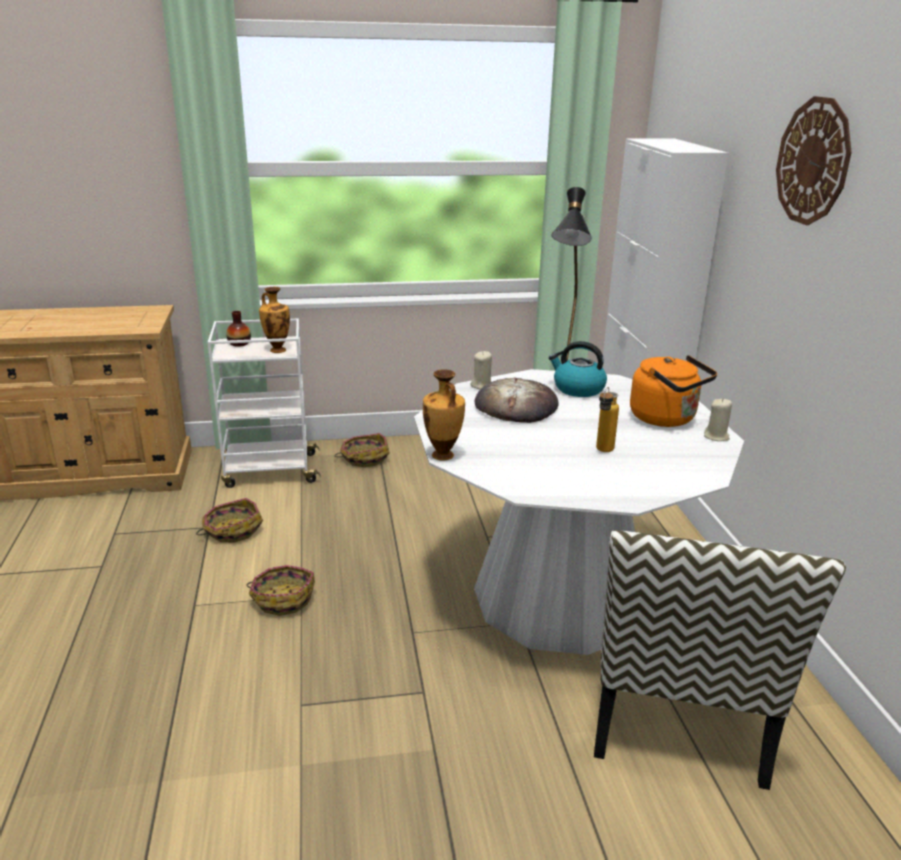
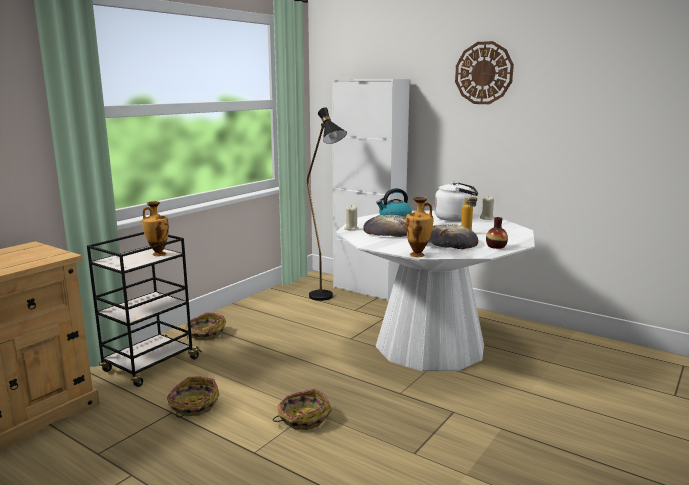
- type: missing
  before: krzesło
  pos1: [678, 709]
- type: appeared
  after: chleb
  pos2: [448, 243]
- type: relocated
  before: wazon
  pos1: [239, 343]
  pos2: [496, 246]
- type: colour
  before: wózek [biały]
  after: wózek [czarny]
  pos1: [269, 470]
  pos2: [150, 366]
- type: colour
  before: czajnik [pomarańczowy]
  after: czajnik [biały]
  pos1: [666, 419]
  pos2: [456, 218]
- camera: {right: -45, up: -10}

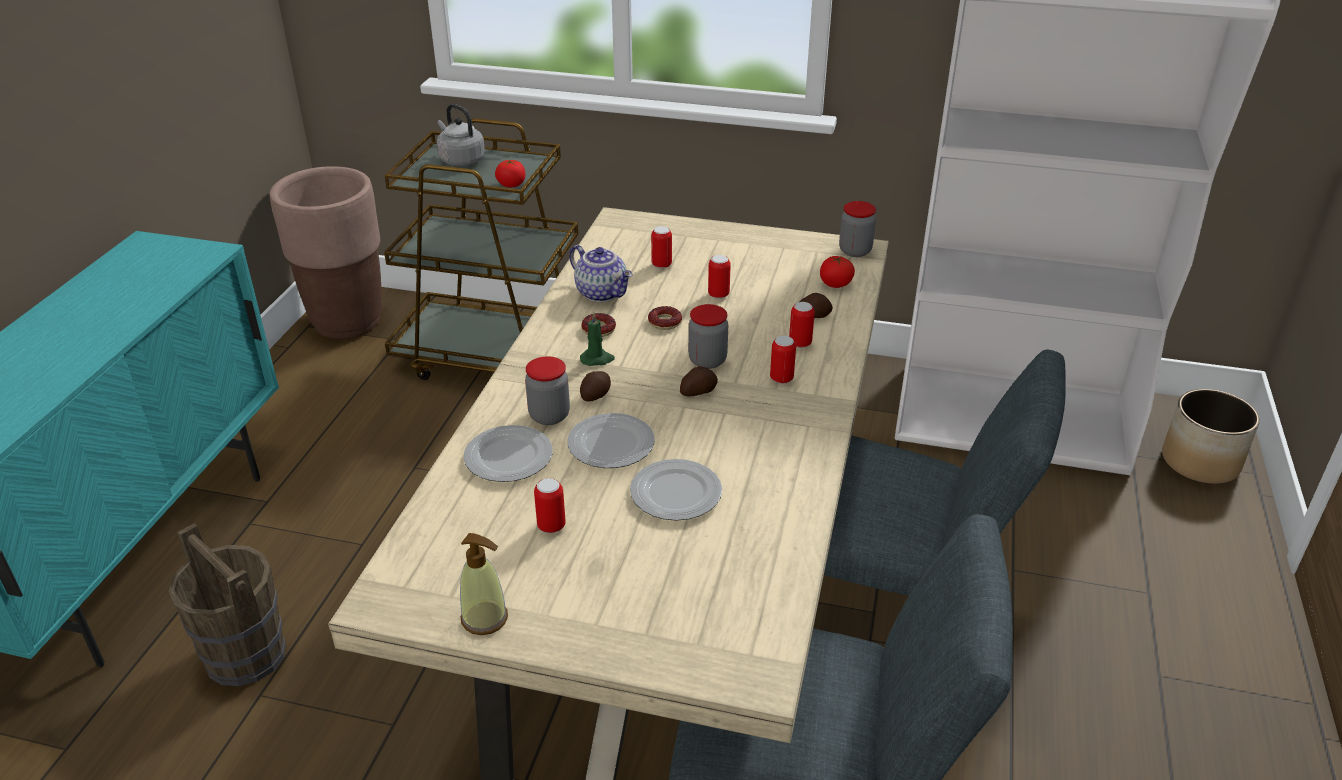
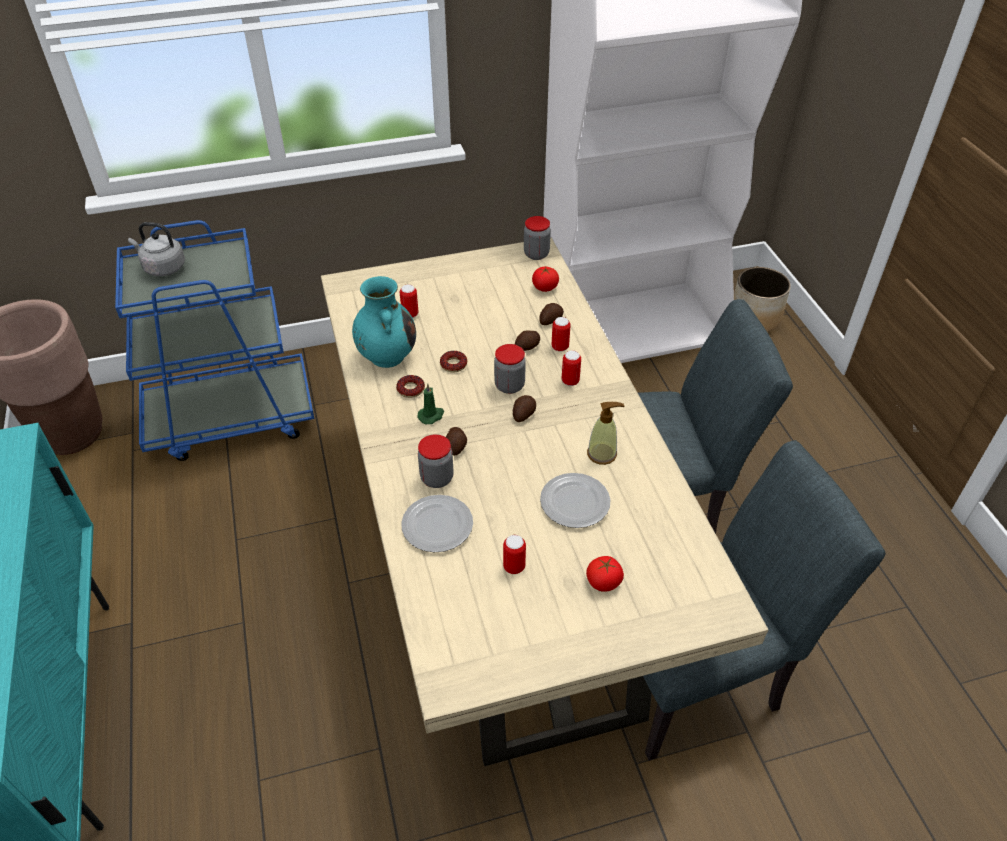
- type: missing
  before: wiadro [brązowy]
  pos1: [245, 654]
- type: missing
  before: talerz
  pos1: [610, 445]
- type: missing
  before: puszka
  pos1: [718, 295]
- type: appeared
  after: ziemniak
  pos2: [528, 347]
- type: relocated
  before: dozownik mydła
  pos1: [485, 618]
  pos2: [602, 454]
- type: relocated
  before: pomidor
  pos1: [511, 185]
  pos2: [603, 582]
- type: exchanged
  before: imbryk
  after: wazon [turkusowy]
  pos1: [603, 293]
  pos2: [387, 355]
- type: colour
  before: wózek [brązowy]
  after: wózek [niebieski]
  pos1: [497, 358]
  pos2: [232, 417]
- camera: {right: -30, up: 10}

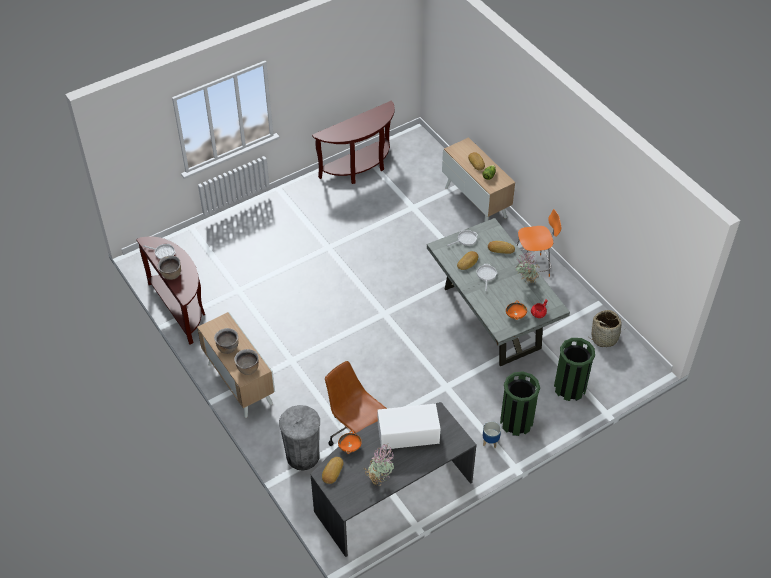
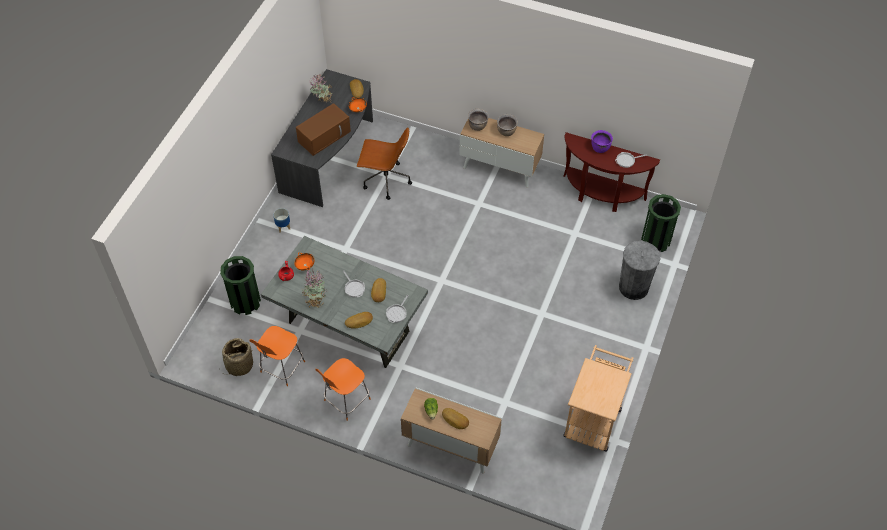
- type: appeared
  after: krzesło [pomarańczowy]
  pos2: [281, 368]
- type: relocated
  before: kosz na śmieci [szary]
  pos1: [303, 456]
  pos2: [633, 287]
- type: relocated
  before: kosz na śmieci [zielony]
  pos1: [516, 422]
  pos2: [655, 241]
- type: exchanged
  before: stolik konsolowy [brązowy]
  after: wózek [beżowy]
  pos1: [360, 168]
  pos2: [594, 417]
- type: colour
  before: garnek [brązowy]
  after: garnek [fioletowy]
  pos1: [171, 275]
  pos2: [600, 148]
- type: colour
  before: mikrofalówka [biały]
  after: mikrofalówka [brązowy]
  pos1: [407, 434]
  pos2: [324, 136]
- camera: {right: 145, up: 5}

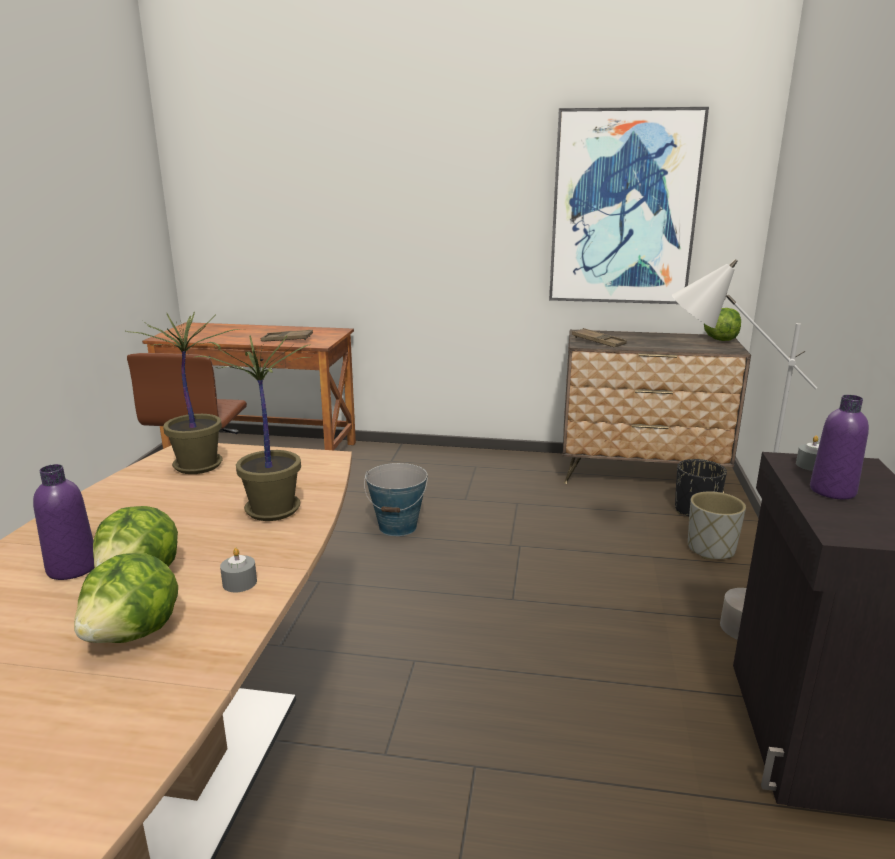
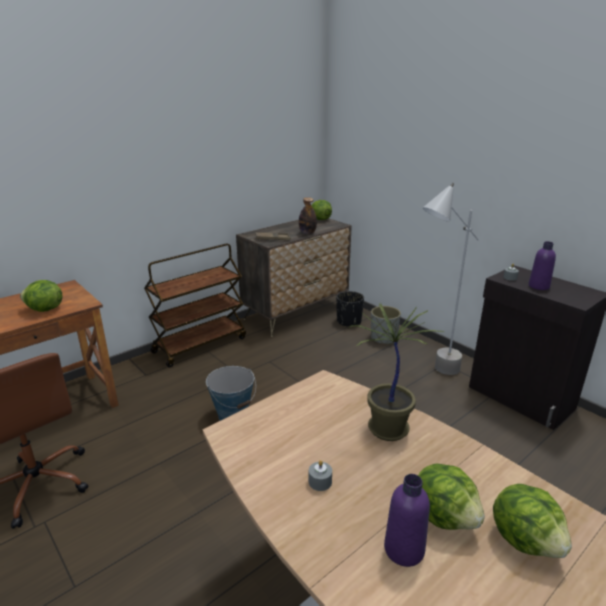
- type: missing
  before: roślina doniczkowa
  pos1: [200, 466]
- type: missing
  before: obraz
  pos1: [623, 208]
- type: appeared
  after: wózek [brązowy]
  pos2: [200, 344]
- type: appeared
  after: butelka
  pos2: [307, 233]
- type: relocated
  before: świeca [szary]
  pos1: [239, 583]
  pos2: [320, 481]
- type: exchanged
  before: taca [brązowy]
  after: sałata
  pos1: [287, 340]
  pos2: [44, 310]
- camera: {right: -50, up: 5}

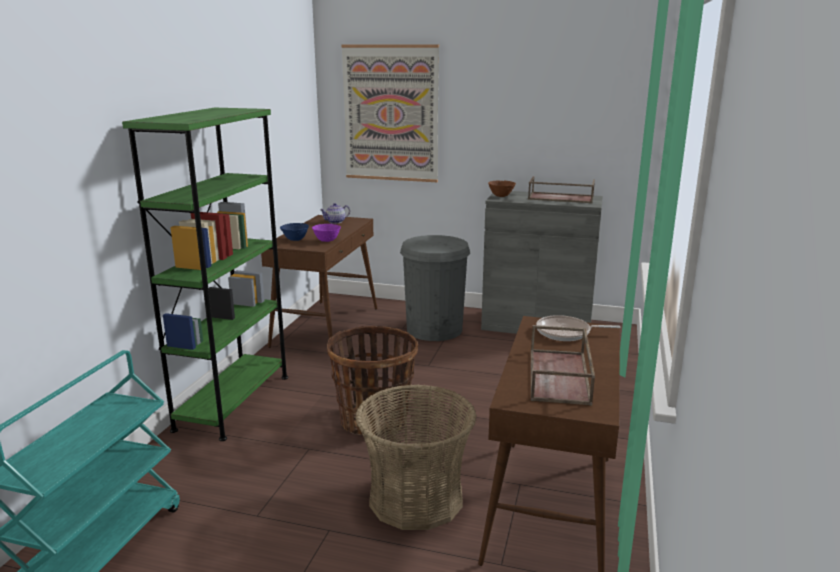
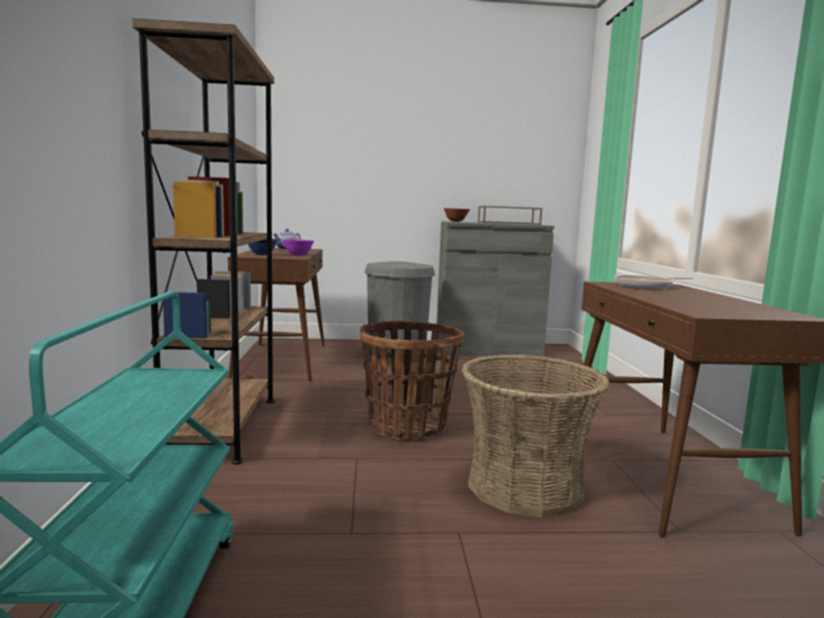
- type: missing
  before: obraz
  pos1: [391, 114]
- type: missing
  before: taca [brązowy]
  pos1: [560, 376]
- type: colour
  before: regał [zielony]
  after: regał [brązowy]
  pos1: [233, 402]
  pos2: [223, 427]
- camera: {right: -20, up: -10}

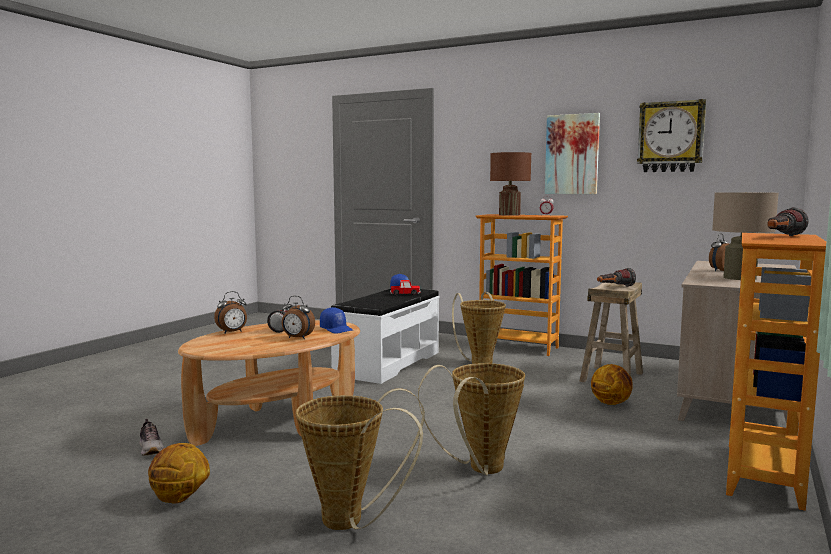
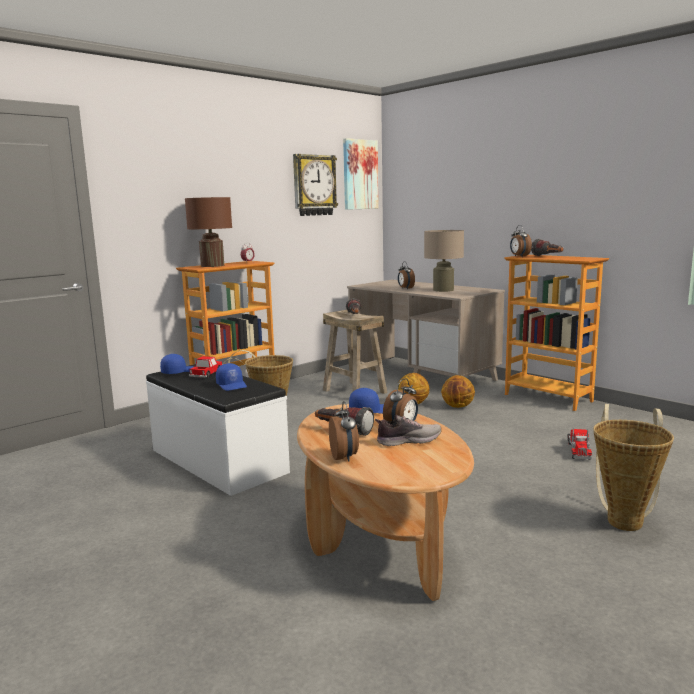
- type: missing
  before: koszyk
  pos1: [480, 470]
- type: appeared
  after: czapka z daszkiem [niebieski]
  pos2: [232, 385]
- type: appeared
  after: budzik
  pos2: [519, 256]
- type: appeared
  after: ciężarówka zabawkowa
  pos2: [578, 449]
- type: relocated
  before: but
  pos1: [151, 449]
  pos2: [408, 441]
- type: relocated
  before: piłka do koszykówki
  pos1: [179, 499]
  pos2: [457, 406]
- type: relocated
  before: obraz
  pos1: [572, 154]
  pos2: [360, 174]
- camera: {right: -70, up: 5}

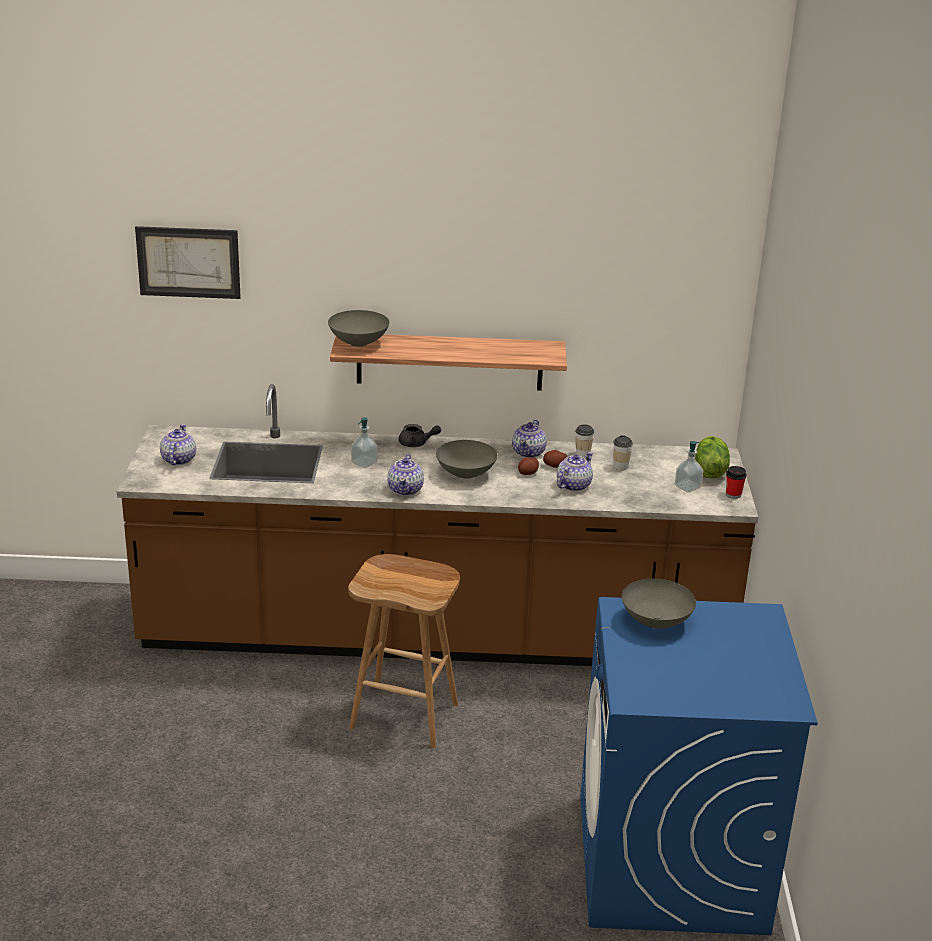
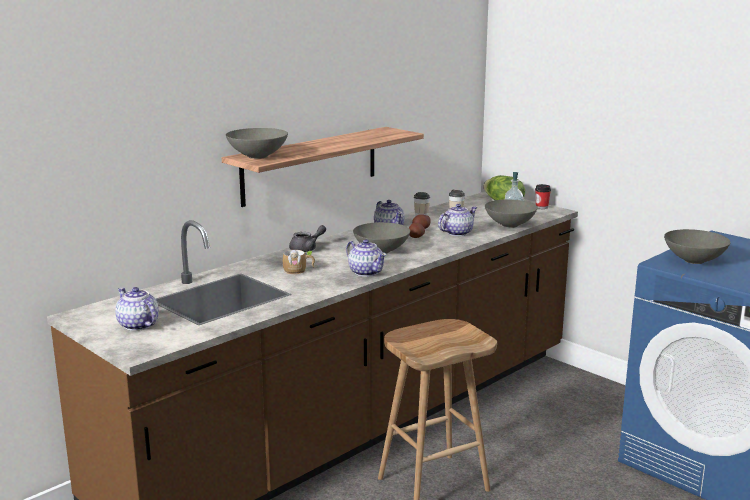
- type: missing
  before: obraz
  pos1: [188, 262]
- type: appeared
  after: miska [szary]
  pos2: [510, 225]
- type: exchanged
  before: dozownik mydła
  after: kubek
  pos1: [364, 463]
  pos2: [299, 271]
- type: spun
  before: imbryk
  pos1: [573, 485]
  pos2: [456, 233]
  turn: 60
- camera: {right: -45, up: -10}

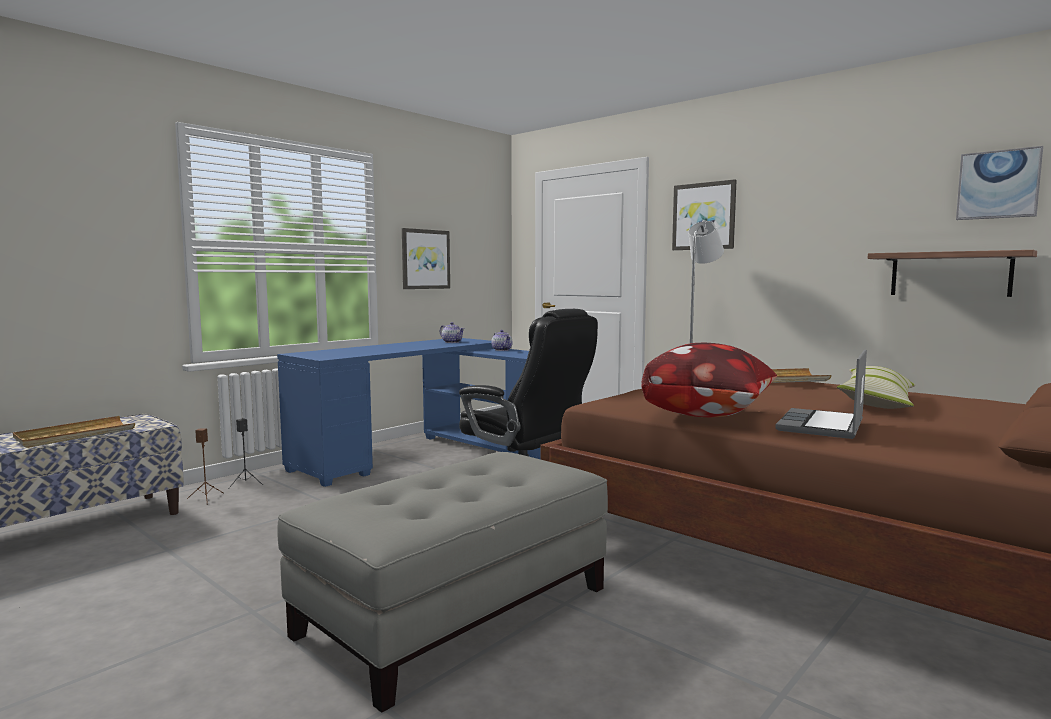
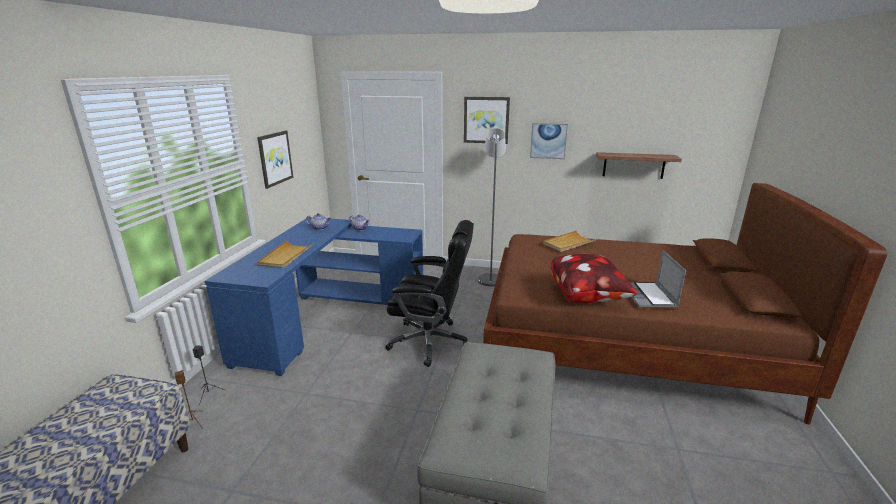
- type: missing
  before: poduszka
  pos1: [877, 402]
- type: relocated
  before: taca [beżowy]
  pos1: [75, 435]
  pos2: [286, 256]
- type: relocated
  before: obraz
  pos1: [998, 184]
  pos2: [548, 141]
- camera: {right: -30, up: 15}

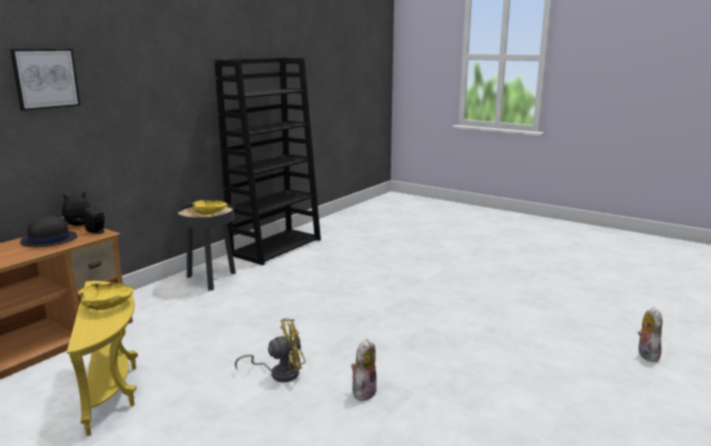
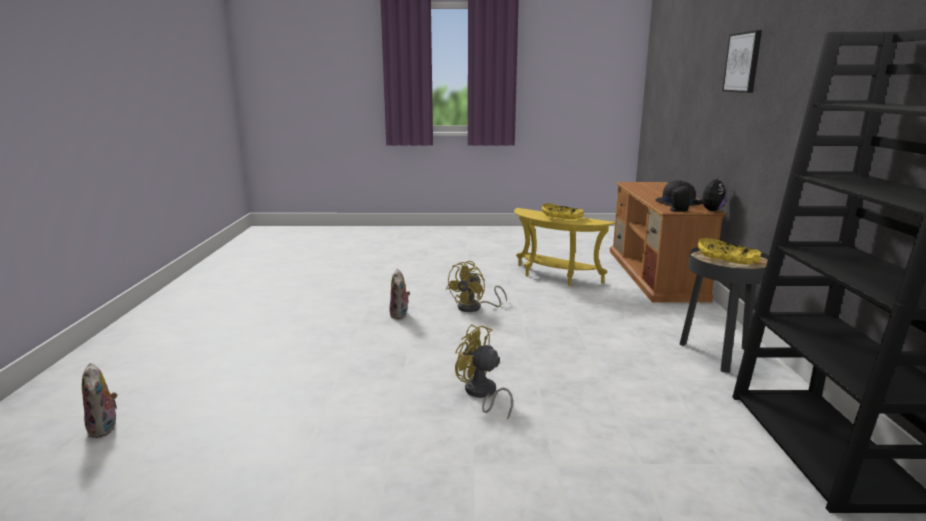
- type: appeared
  after: wentylator [żółty]
  pos2: [481, 394]
- camera: {right: 145, up: 0}

